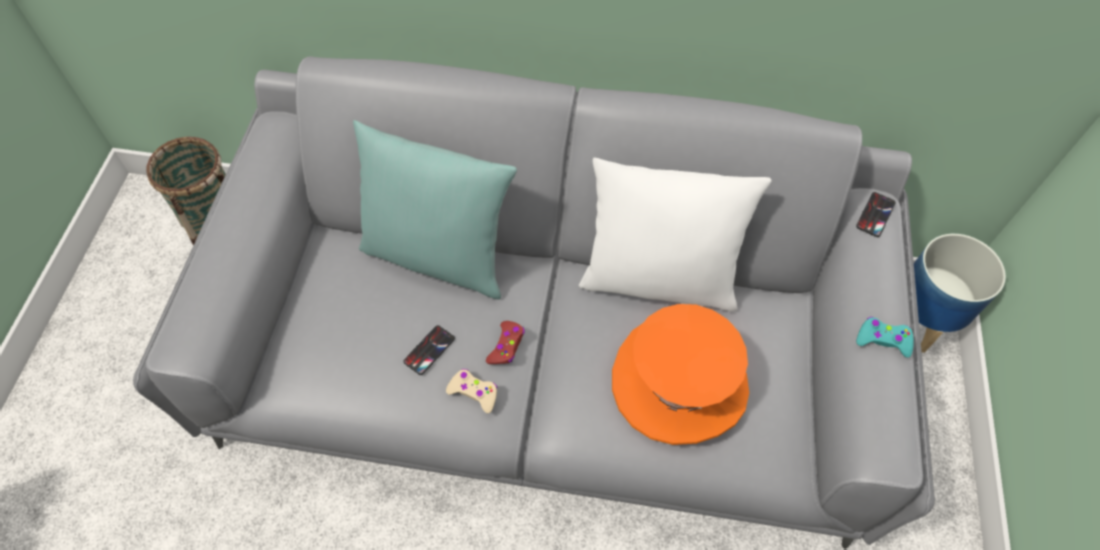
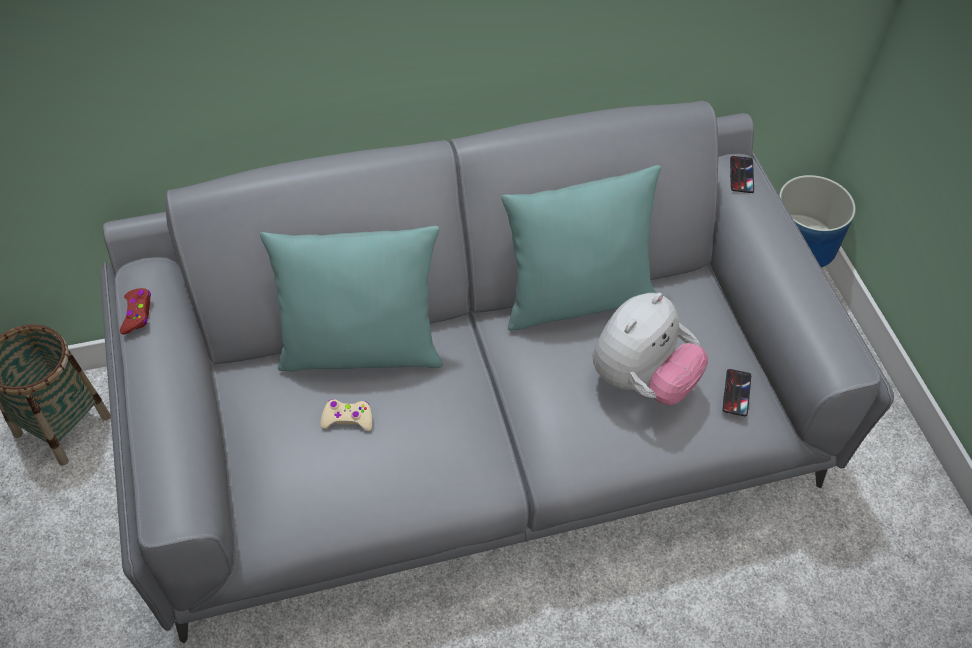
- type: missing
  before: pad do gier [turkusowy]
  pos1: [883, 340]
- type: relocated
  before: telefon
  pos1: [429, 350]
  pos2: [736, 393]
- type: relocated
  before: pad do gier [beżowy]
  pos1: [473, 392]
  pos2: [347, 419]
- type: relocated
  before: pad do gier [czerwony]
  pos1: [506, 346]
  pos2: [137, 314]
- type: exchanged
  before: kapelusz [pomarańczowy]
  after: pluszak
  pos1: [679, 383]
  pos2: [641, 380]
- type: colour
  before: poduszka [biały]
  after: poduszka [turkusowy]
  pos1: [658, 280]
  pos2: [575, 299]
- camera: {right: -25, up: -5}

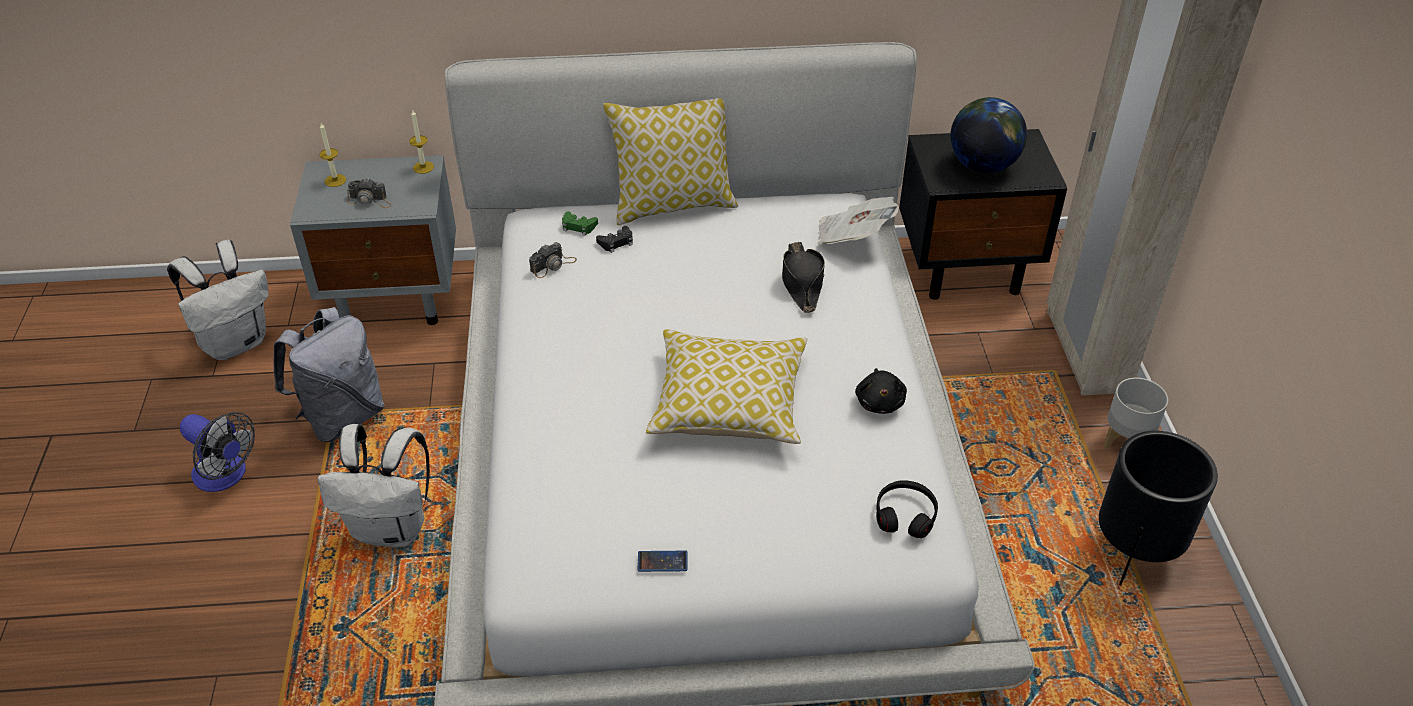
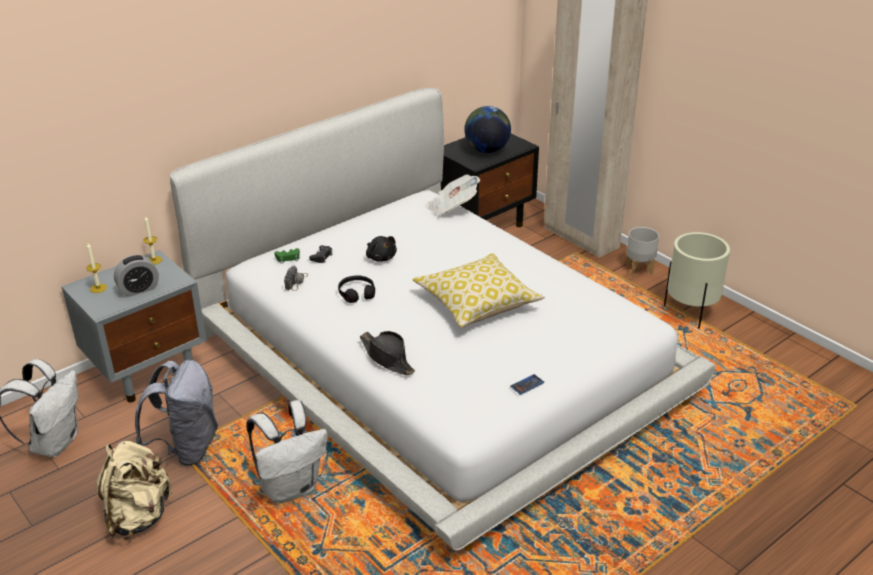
- type: missing
  before: poduszka
  pos1: [674, 204]
- type: relocated
  before: kapelusz [czarny]
  pos1: [801, 282]
  pos2: [387, 358]
- type: relocated
  before: pluszak [czarny]
  pos1: [879, 402]
  pos2: [381, 257]
- type: relocated
  before: słuchawki [czarny]
  pos1: [905, 515]
  pos2: [356, 293]
- type: exchanged
  before: wentylator
  after: plecak [beżowy]
  pos1: [226, 476]
  pos2: [138, 516]
- type: exchanged
  before: aparat fotograficzny
  after: budzik
  pos1: [370, 200]
  pos2: [139, 289]
- type: colour
  before: donica [czarny]
  after: donica [beżowy]
  pos1: [1134, 553]
  pos2: [691, 313]
- camera: {right: -35, up: -10}

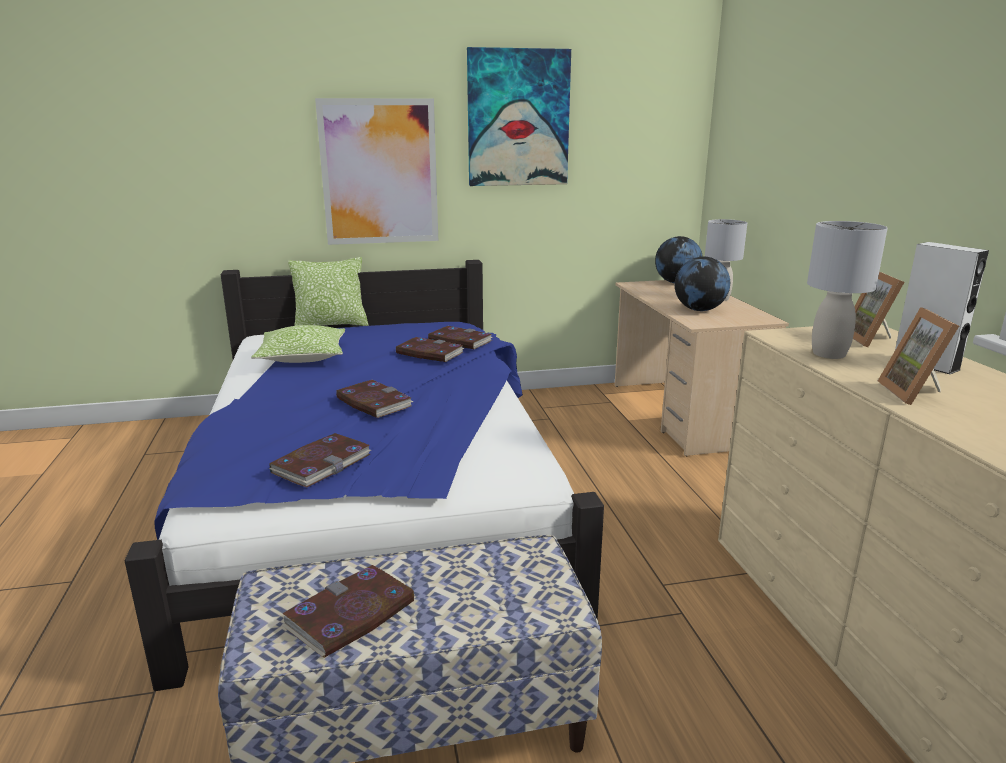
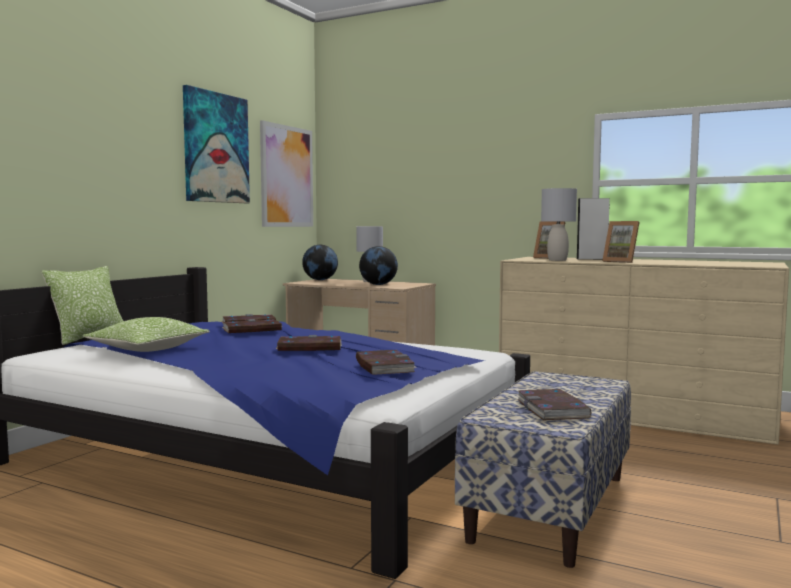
- type: relocated
  before: obraz
  pos1: [379, 172]
  pos2: [286, 176]
- camera: {right: -50, up: -15}

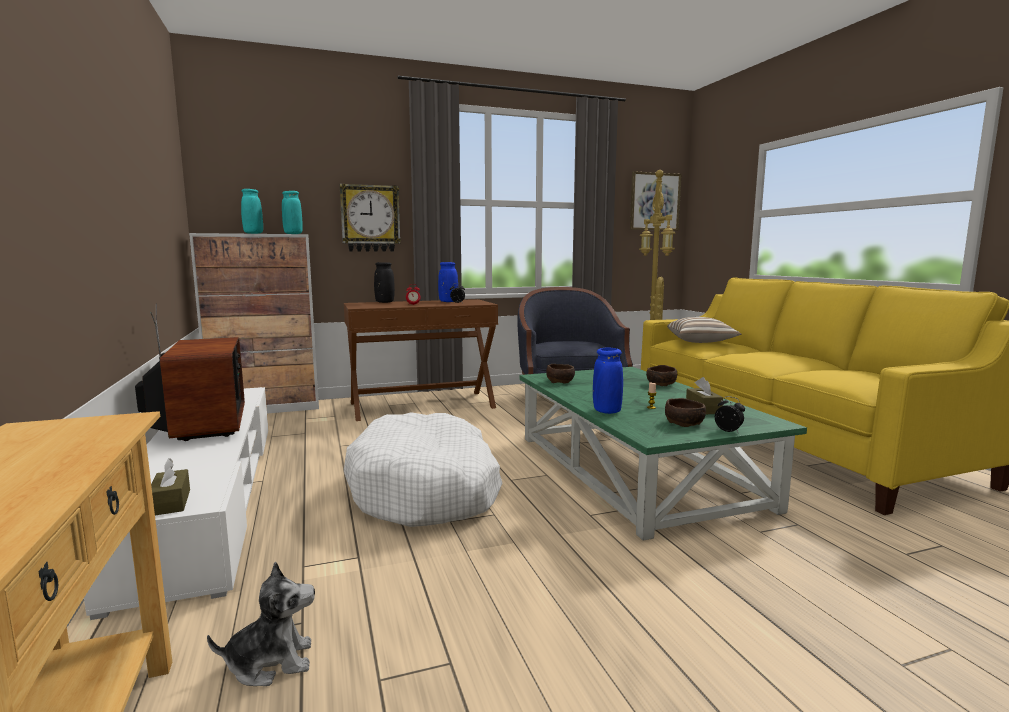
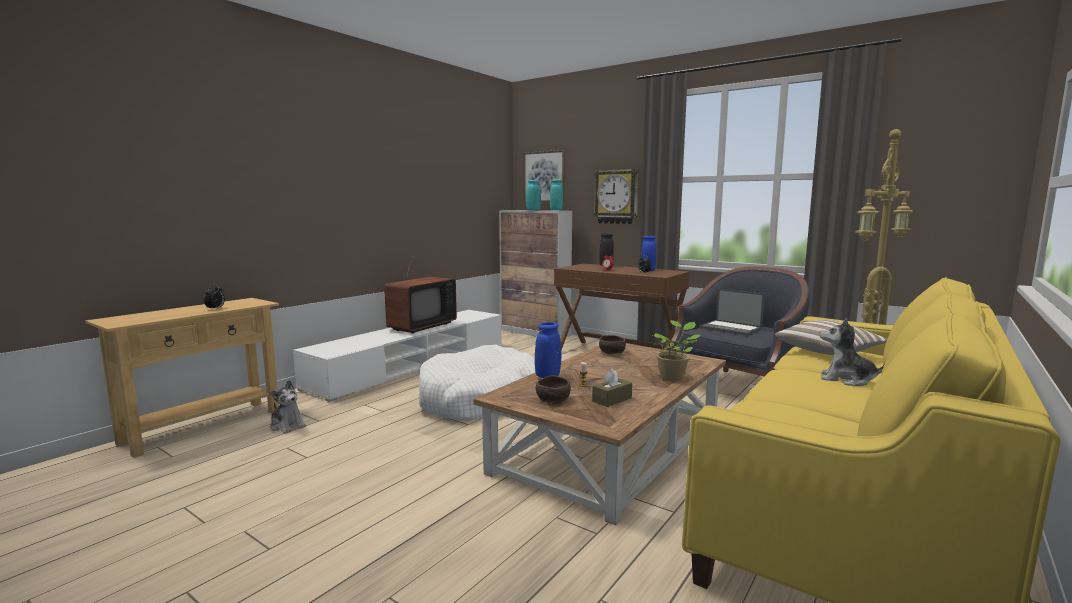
- type: missing
  before: pudełko chusteczek [brązowy]
  pos1: [170, 502]
- type: appeared
  after: laptop
  pos2: [731, 328]
- type: appeared
  after: pluszak
  pos2: [846, 380]
- type: relocated
  before: obraz
  pos1: [654, 201]
  pos2: [544, 176]
- type: relocated
  before: budzik
  pos1: [729, 431]
  pos2: [215, 309]
- type: exchanged
  before: miska [brązowy]
  after: roślina doniczkowa
  pos1: [661, 384]
  pos2: [673, 377]
- type: colour
  before: ława [zielony]
  after: ława [brązowy]
  pos1: [636, 471]
  pos2: [612, 447]
- camera: {right: 55, up: 0}

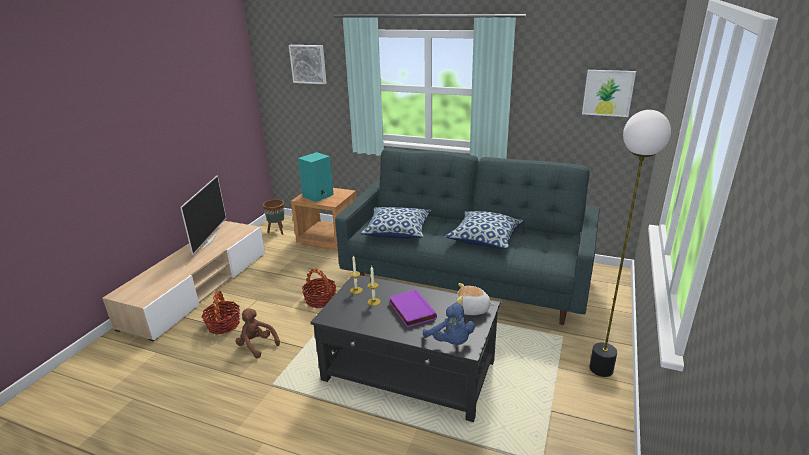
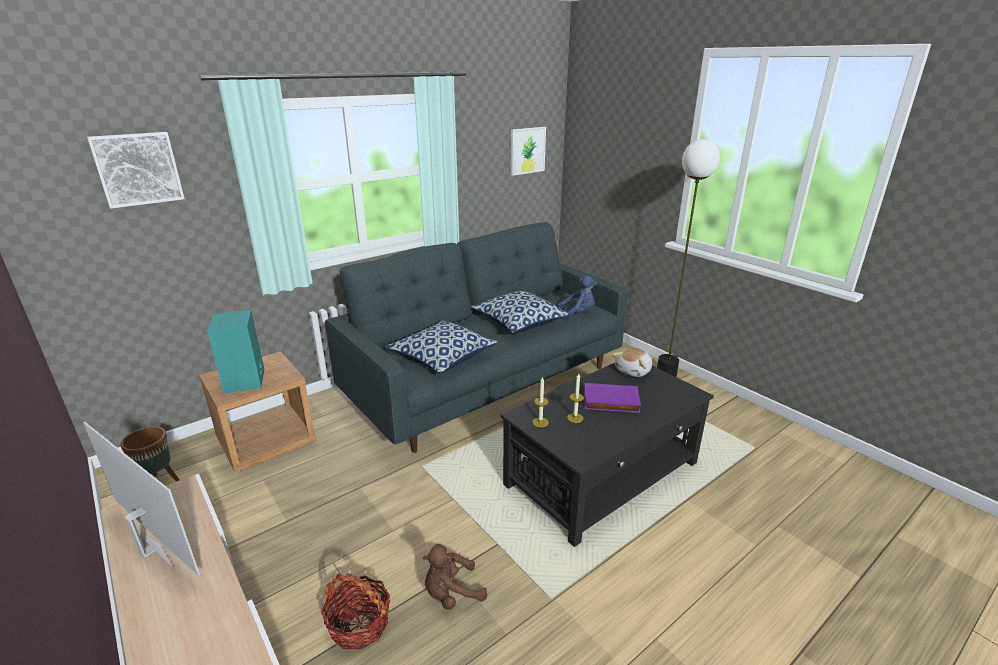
- type: missing
  before: koszyk
  pos1: [320, 300]
- type: relocated
  before: pluszak [niebieski]
  pos1: [451, 342]
  pos2: [577, 313]
- camera: {right: -60, up: 0}

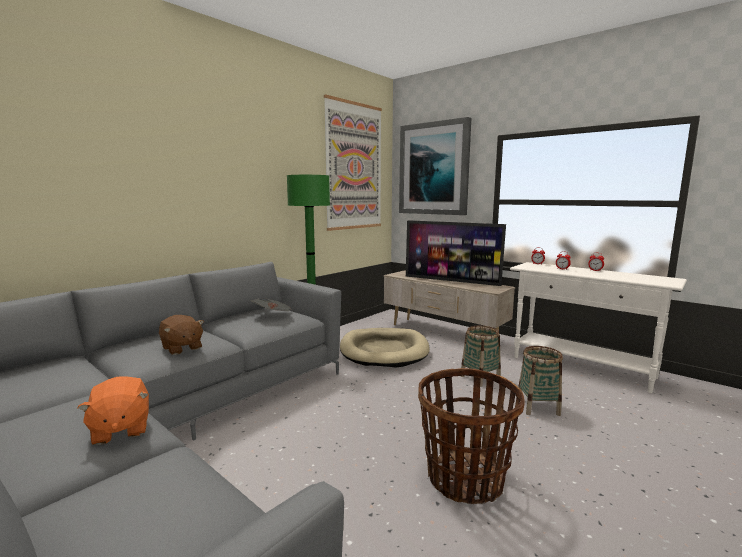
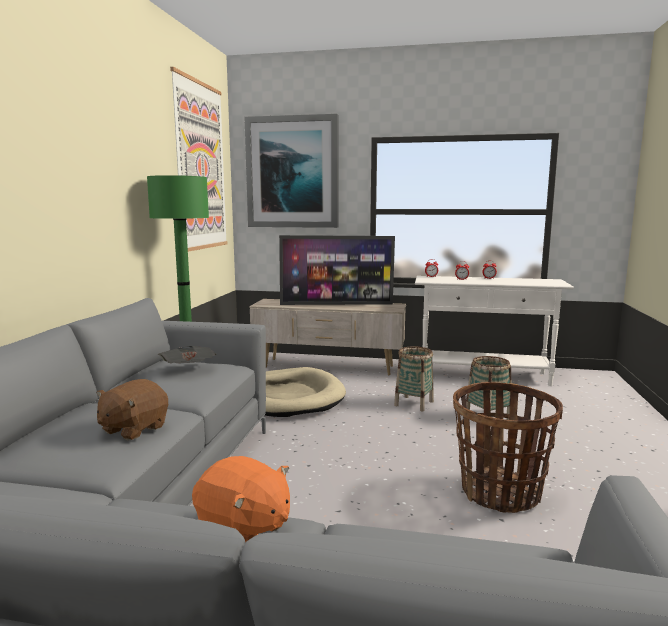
- type: spun
  before: pluszak [brązowy]
  pos1: [181, 348]
  pos2: [133, 429]
  turn: 105
- camera: {right: -30, up: 0}

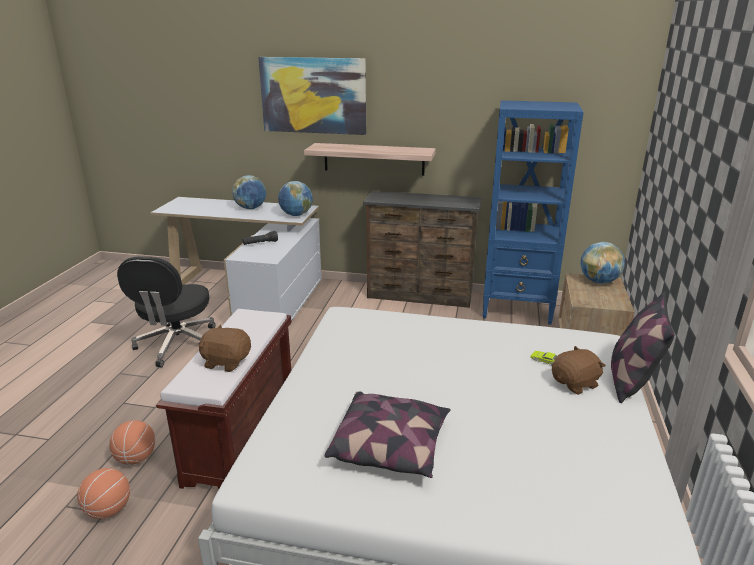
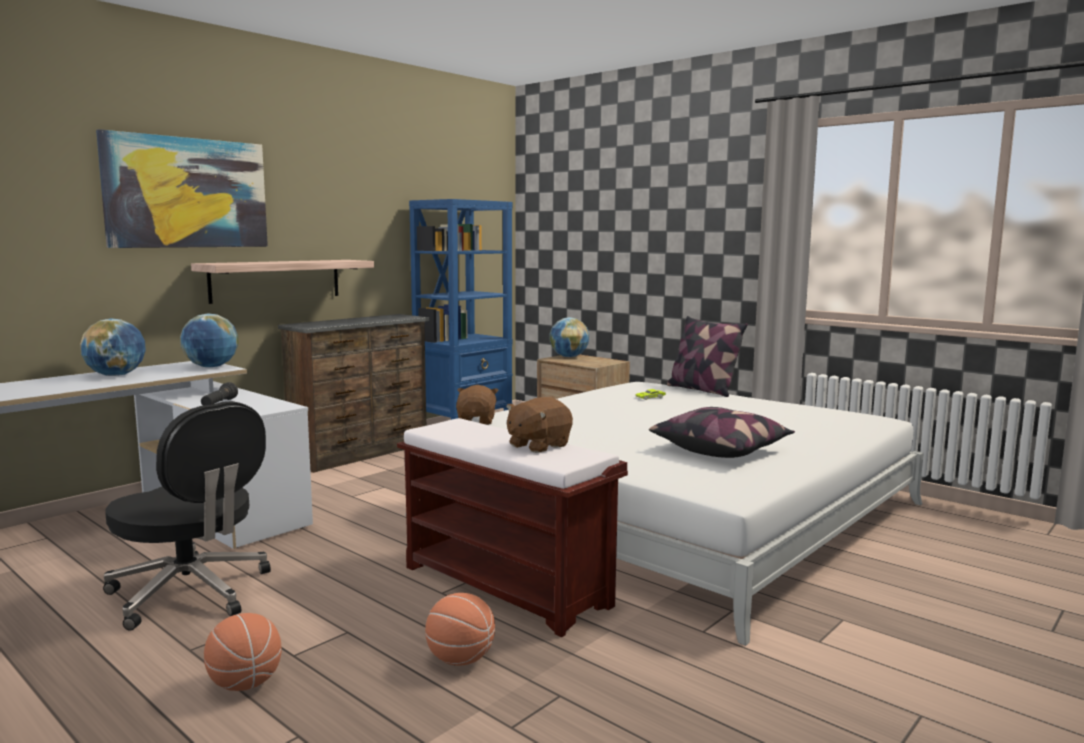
- type: relocated
  before: piłka do koszykówki
  pos1: [108, 510]
  pos2: [245, 684]
- type: relocated
  before: pluszak [brązowy]
  pos1: [575, 384]
  pos2: [477, 421]
- camera: {right: -60, up: -15}

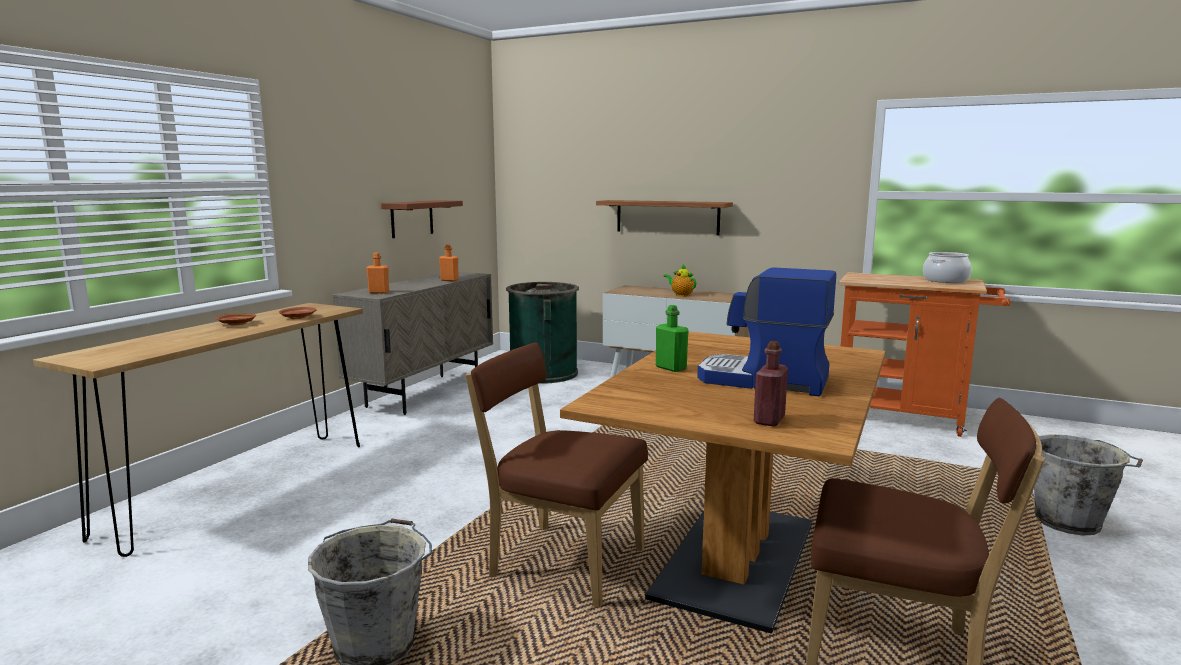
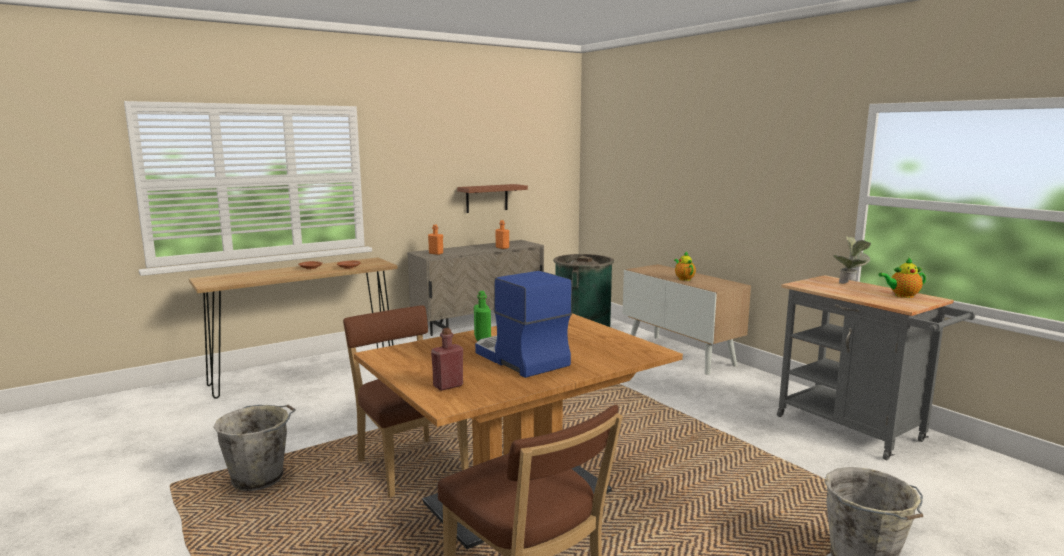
- type: missing
  before: półka
  pos1: [667, 217]
- type: appeared
  after: roślina doniczkowa
  pos2: [850, 284]
- type: exchanged
  before: garnek
  after: imbryk
  pos1: [945, 280]
  pos2: [902, 296]
- type: colour
  before: wózek [pomarańczowy]
  after: wózek [szary]
  pos1: [907, 418]
  pos2: [857, 431]
- camera: {right: 30, up: 0}

